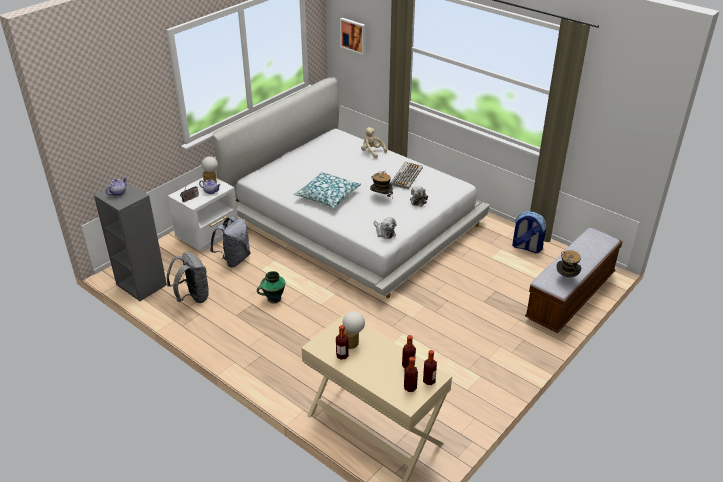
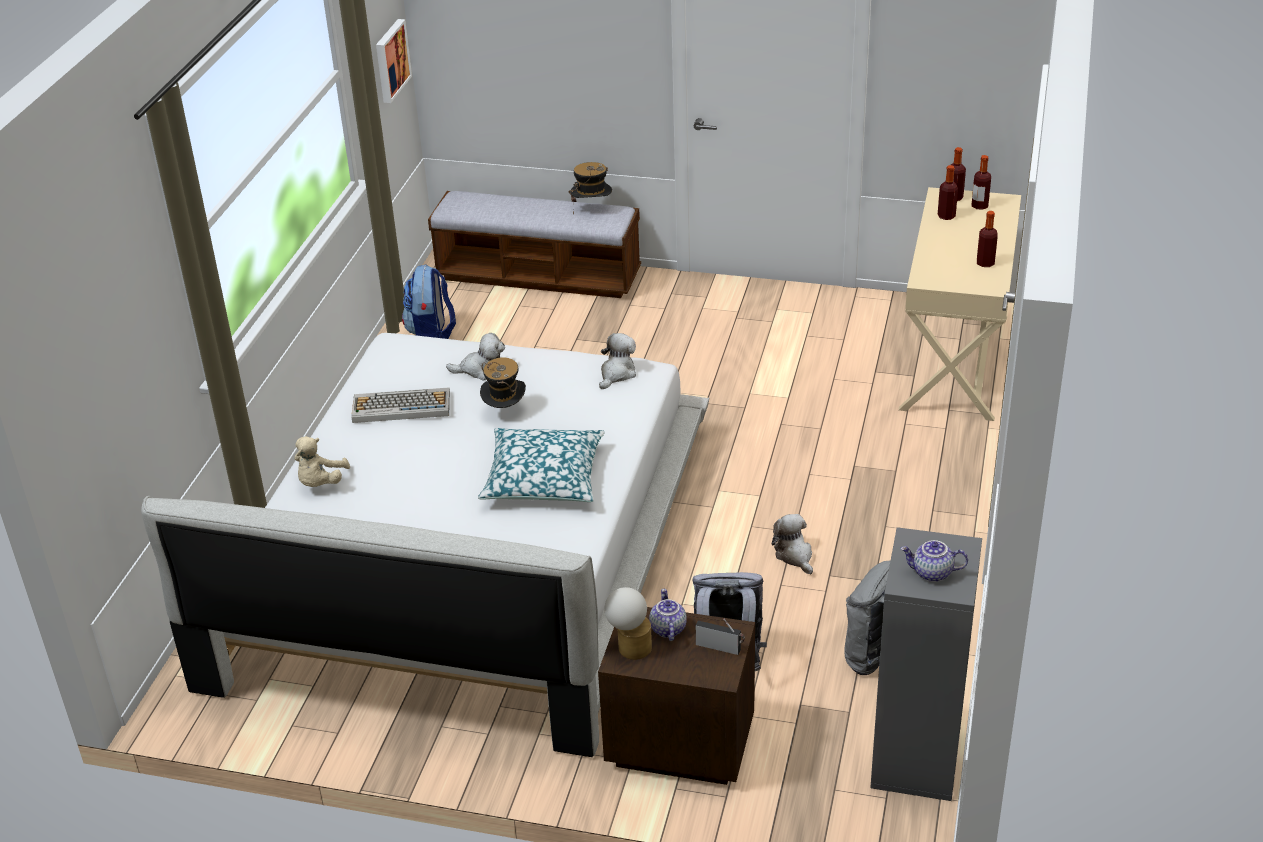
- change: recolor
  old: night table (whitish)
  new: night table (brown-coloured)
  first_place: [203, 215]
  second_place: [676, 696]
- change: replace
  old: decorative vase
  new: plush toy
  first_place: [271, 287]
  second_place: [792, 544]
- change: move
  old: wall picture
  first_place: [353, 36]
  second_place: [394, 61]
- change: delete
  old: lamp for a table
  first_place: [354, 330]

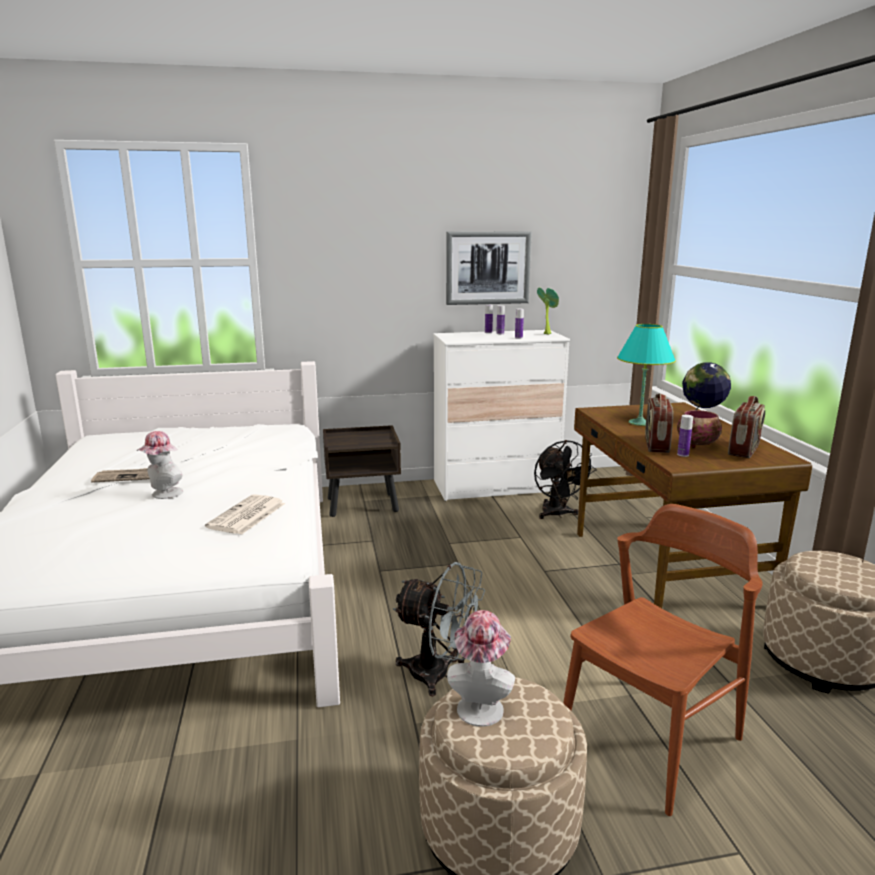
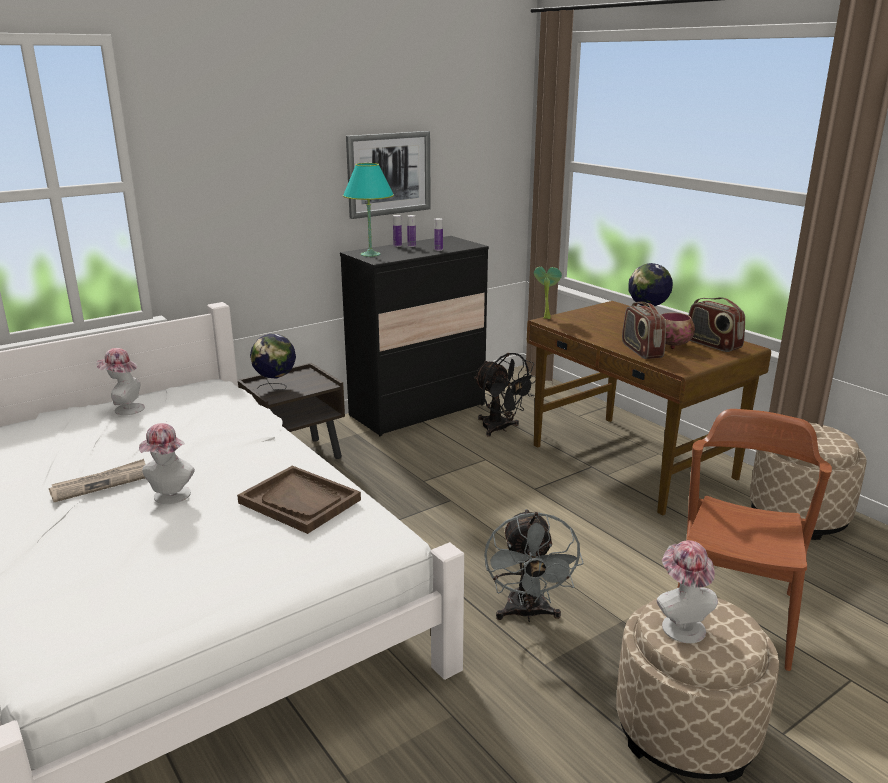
- change: replace
  old: daily paper
  new: serving tray (brown-coloured)
  first_place: [245, 514]
  second_place: [299, 500]
- change: rotate
  old: fan (greyish)
  first_place: [439, 629]
  second_place: [533, 565]
  degrees: 90
- change: recolor
  old: chest of drawers (whitish)
  new: chest of drawers (black)
  first_place: [501, 415]
  second_place: [414, 336]
- change: move
  old: houseplant
  first_place: [548, 311]
  second_place: [548, 293]
- change: move
  old: lamp for a table (blue-green)
  first_place: [646, 375]
  second_place: [368, 210]
- change: delete
  old: beverage bottle
  first_place: [685, 436]
- change: rotate
  old: radio receiver
  first_place: [746, 427]
  second_place: [717, 324]
  degrees: 135
- change: insert
  new: wearable hat
  second_place: [120, 381]
- change: insert
  new: globe
  second_place: [273, 362]

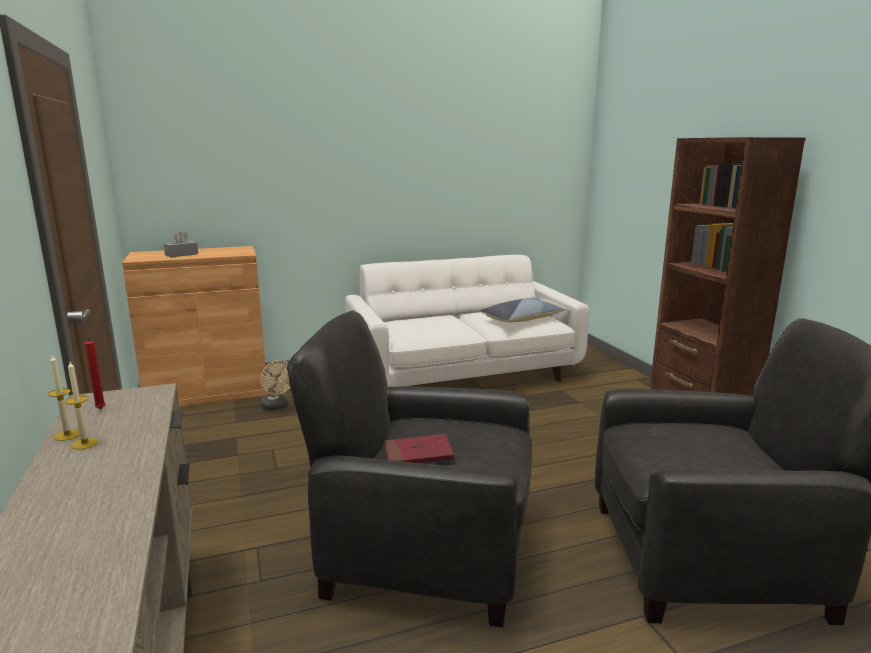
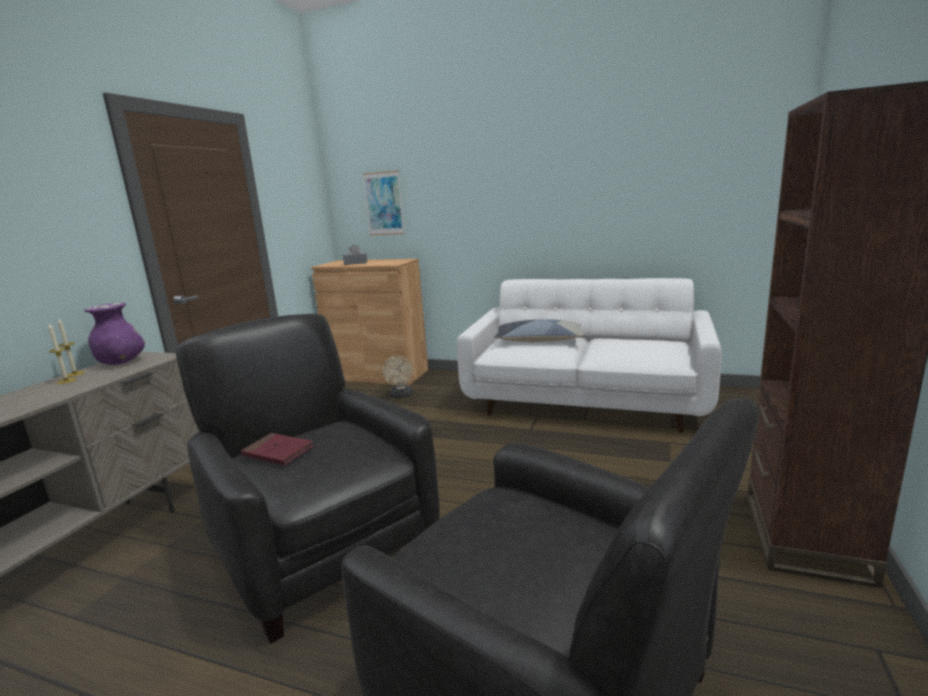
- change: replace
  old: wax light (red)
  new: decorative vase (purplish)
  first_place: [95, 373]
  second_place: [115, 334]
- change: move
  old: throw pillow
  first_place: [524, 310]
  second_place: [539, 331]
- change: insert
  new: wall picture
  second_place: [384, 203]

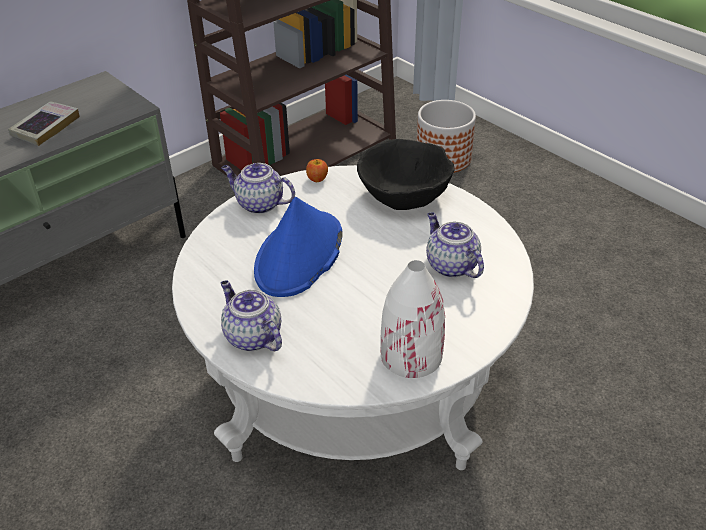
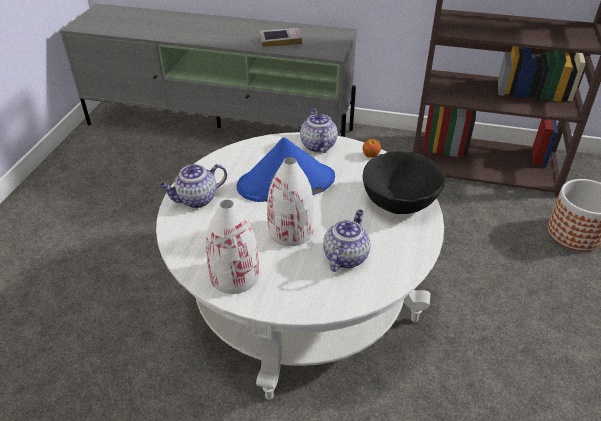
- change: rotate
  old: teapot
  first_place: [251, 316]
  second_place: [193, 186]
  degrees: -135
- change: insert
  new: decorative vase (whitish)
  second_place: [290, 201]

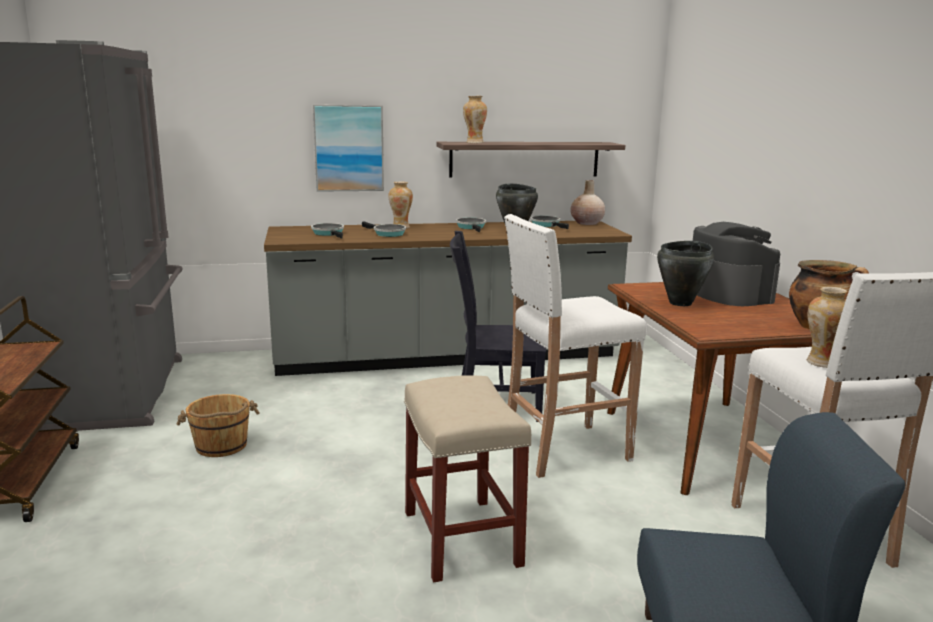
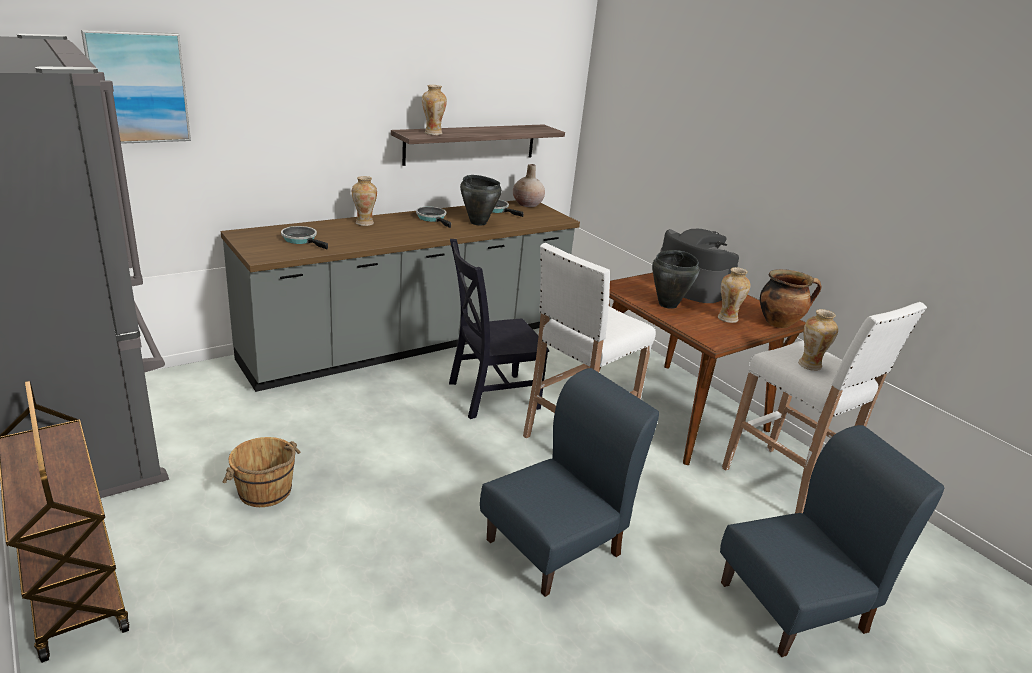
- change: move
  old: wall picture
  first_place: [348, 148]
  second_place: [136, 87]
- change: delete
  old: skillet
  first_place: [384, 229]
- change: replace
  old: stool seat (sand-coloured)
  new: upright chair (blue)
  first_place: [467, 479]
  second_place: [569, 482]
- change: insert
  new: decorative vase
  second_place: [734, 295]

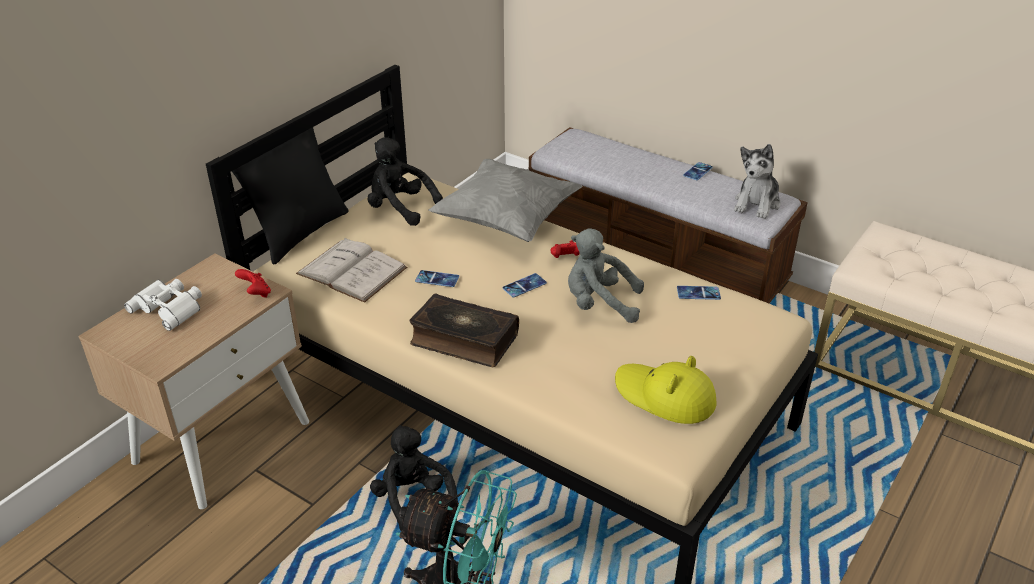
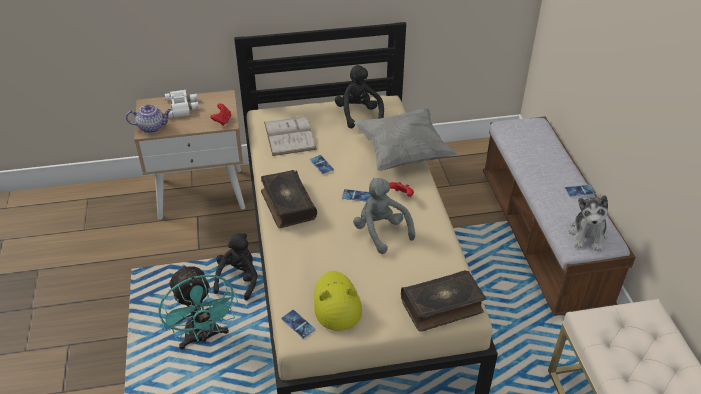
- change: delete
  old: throw pillow (black)
  first_place: [290, 196]
- change: move
  old: phone
  first_place: [699, 293]
  second_place: [298, 324]
- change: rotate
  old: plush toy
  first_place: [757, 181]
  second_place: [588, 223]
  degrees: -60
- change: insert
  new: teapot
  second_place: [148, 119]
- change: insert
  new: bound book
  second_place: [443, 301]

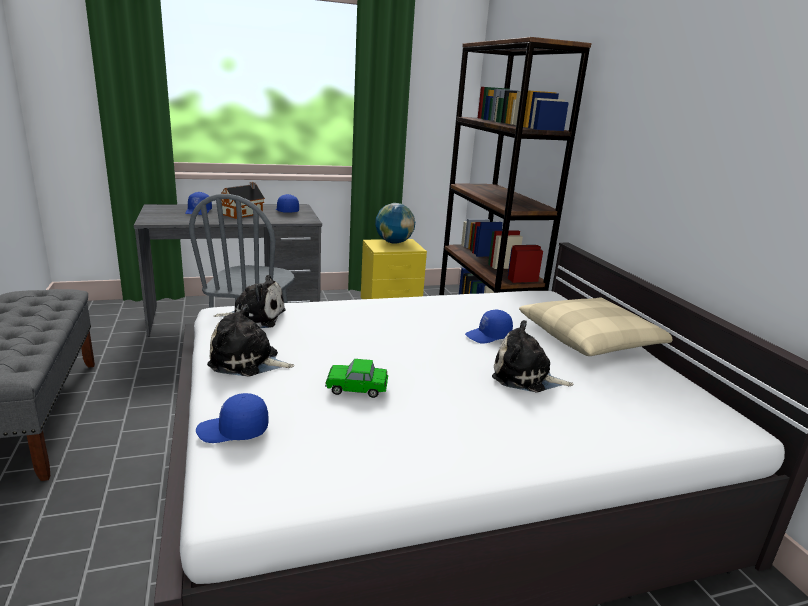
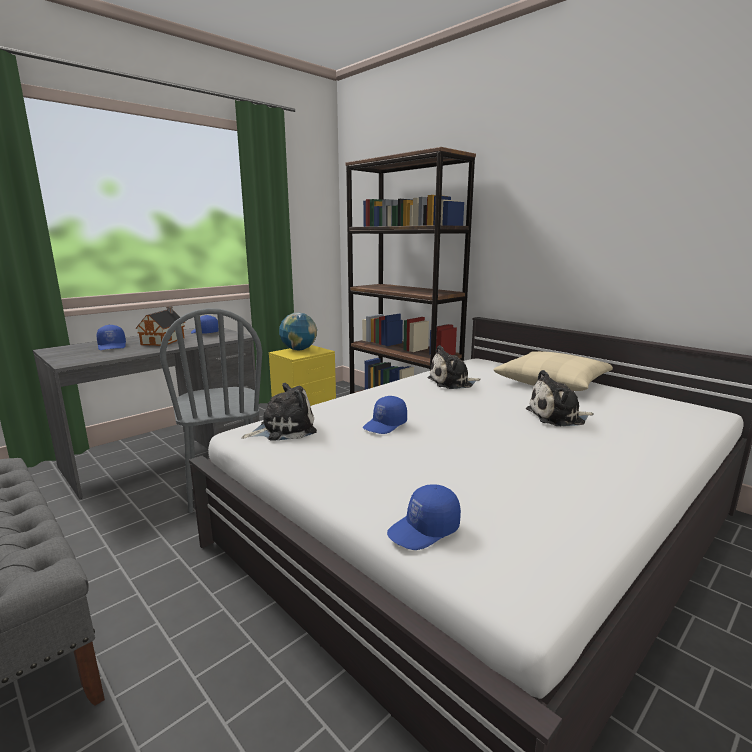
- change: move
  old: plush toy
  first_place: [250, 340]
  second_place: [454, 367]
- change: delete
  old: model car
  first_place: [356, 378]
- change: move
  old: baseball cap (blue)
  first_place: [489, 326]
  second_place: [385, 415]

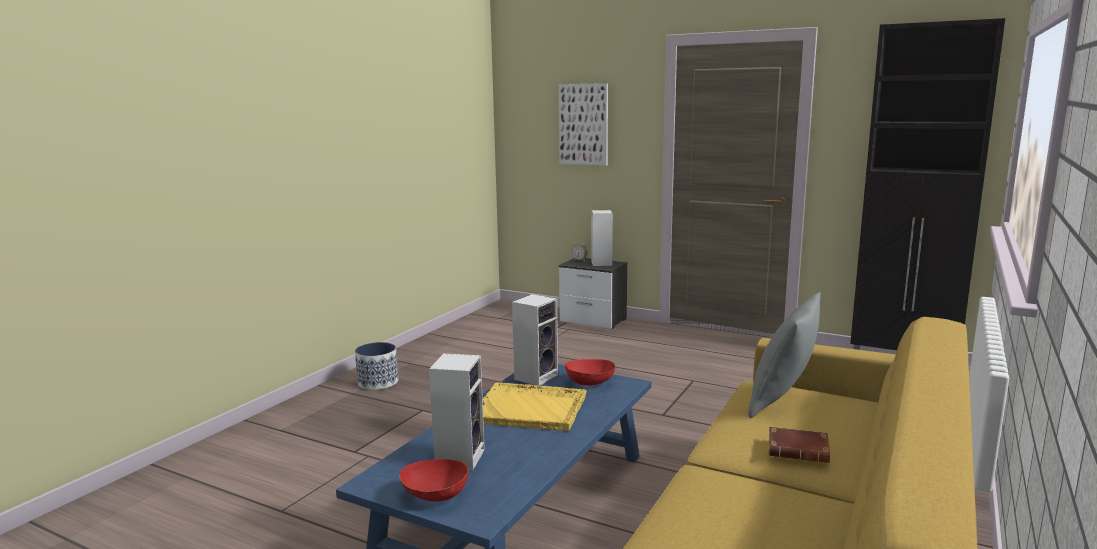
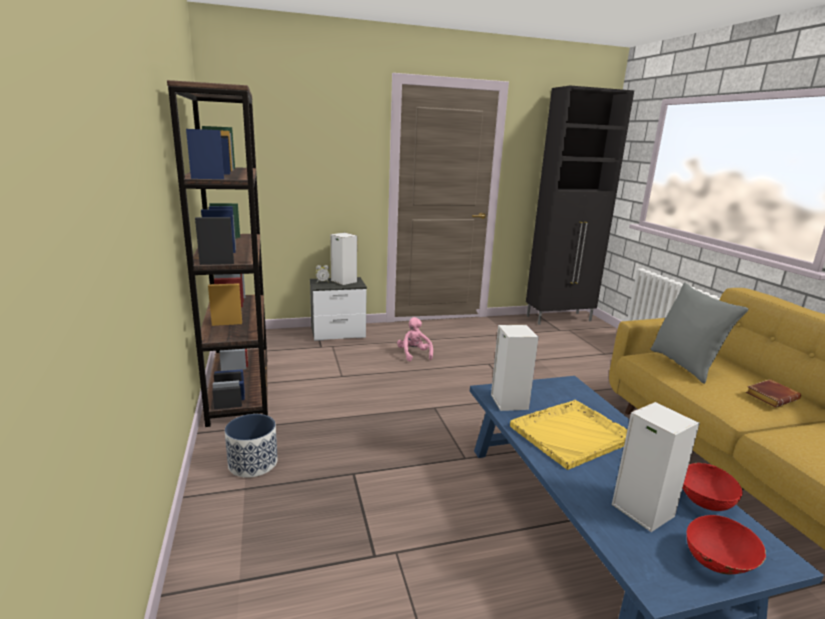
- change: delete
  old: wall picture
  first_place: [583, 124]
- change: move
  old: serving bowl (red)
  first_place: [590, 372]
  second_place: [713, 487]
- change: insert
  new: bookshelf (brown-coloured)
  second_place: [217, 253]
- change: insert
  new: plush toy (pink)
  second_place: [415, 339]

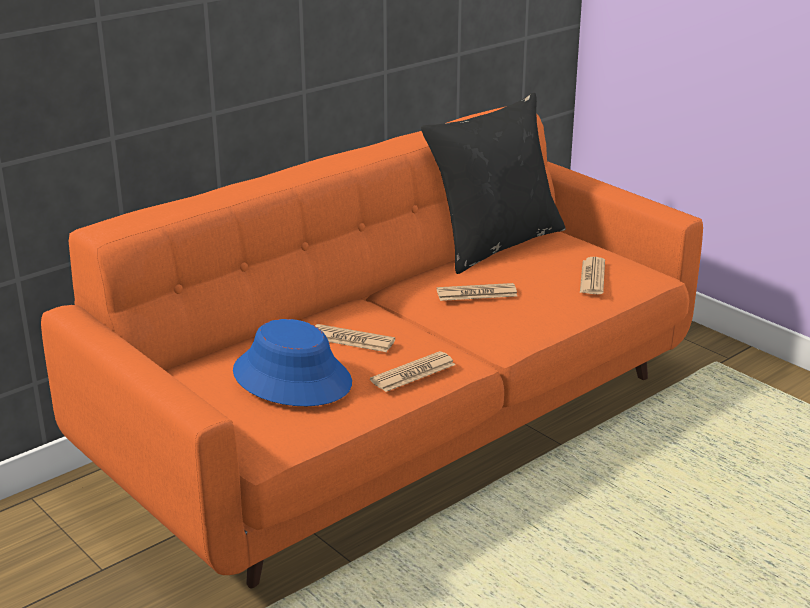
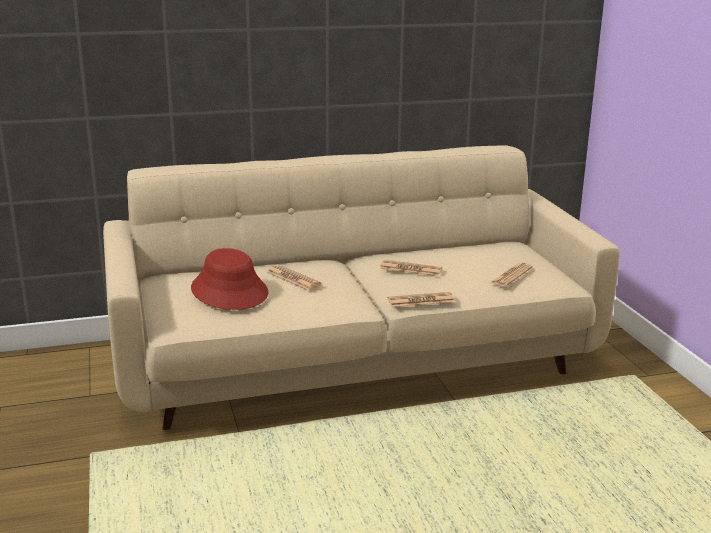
- change: recolor
  old: settee (orange-coloured)
  new: settee (sand-coloured)
  first_place: [372, 347]
  second_place: [361, 288]
- change: recolor
  old: wearable hat (blue)
  new: wearable hat (red)
  first_place: [292, 362]
  second_place: [229, 279]
- change: move
  old: daily paper
  first_place: [412, 371]
  second_place: [421, 299]
- change: delete
  old: throw pillow (black)
  first_place: [493, 183]

